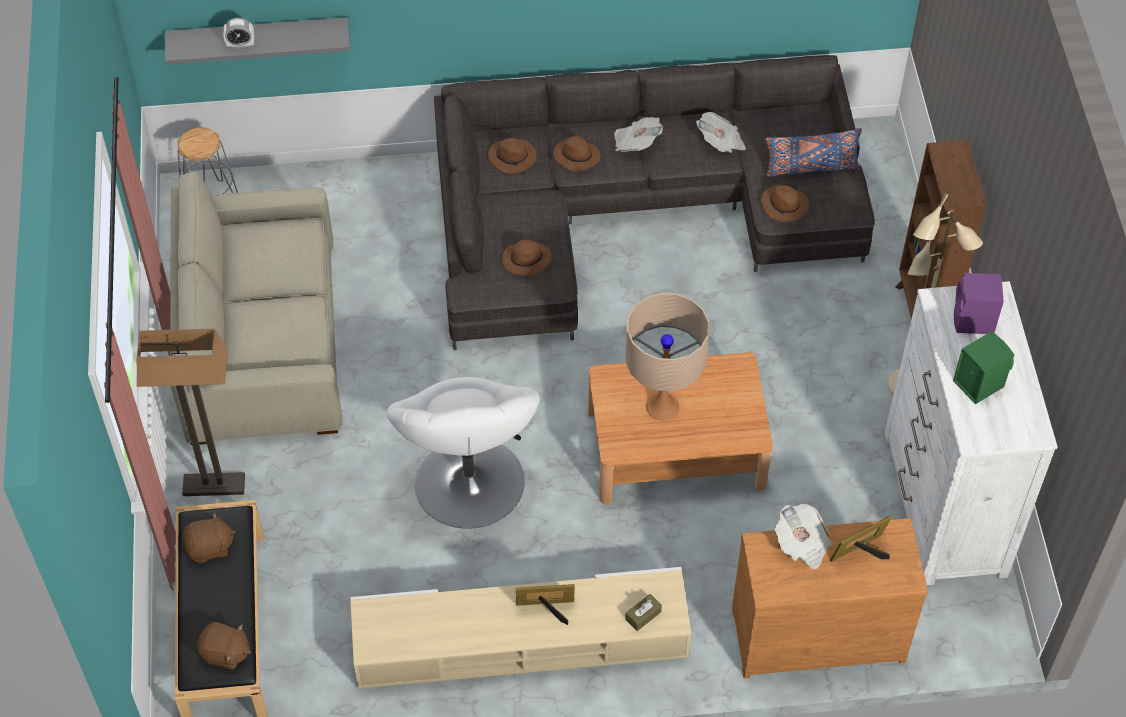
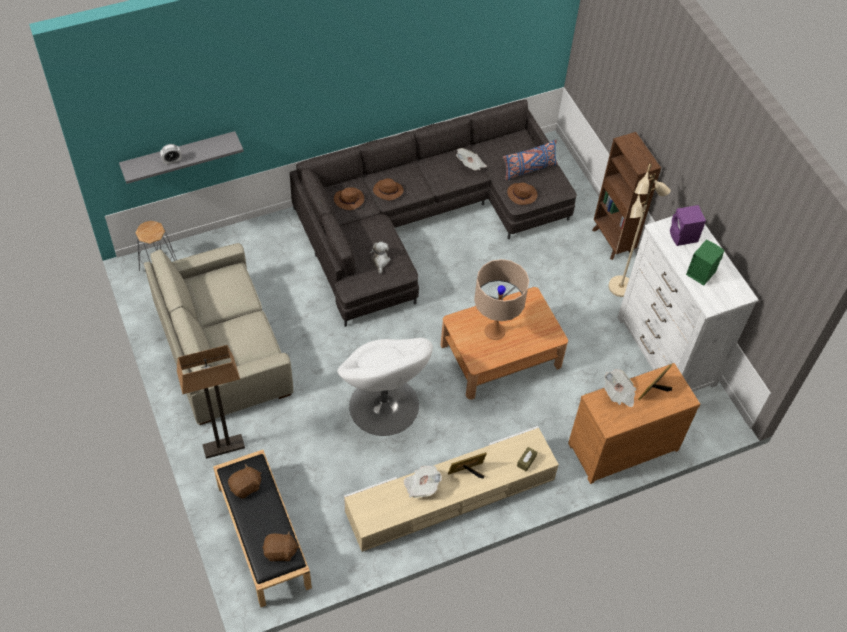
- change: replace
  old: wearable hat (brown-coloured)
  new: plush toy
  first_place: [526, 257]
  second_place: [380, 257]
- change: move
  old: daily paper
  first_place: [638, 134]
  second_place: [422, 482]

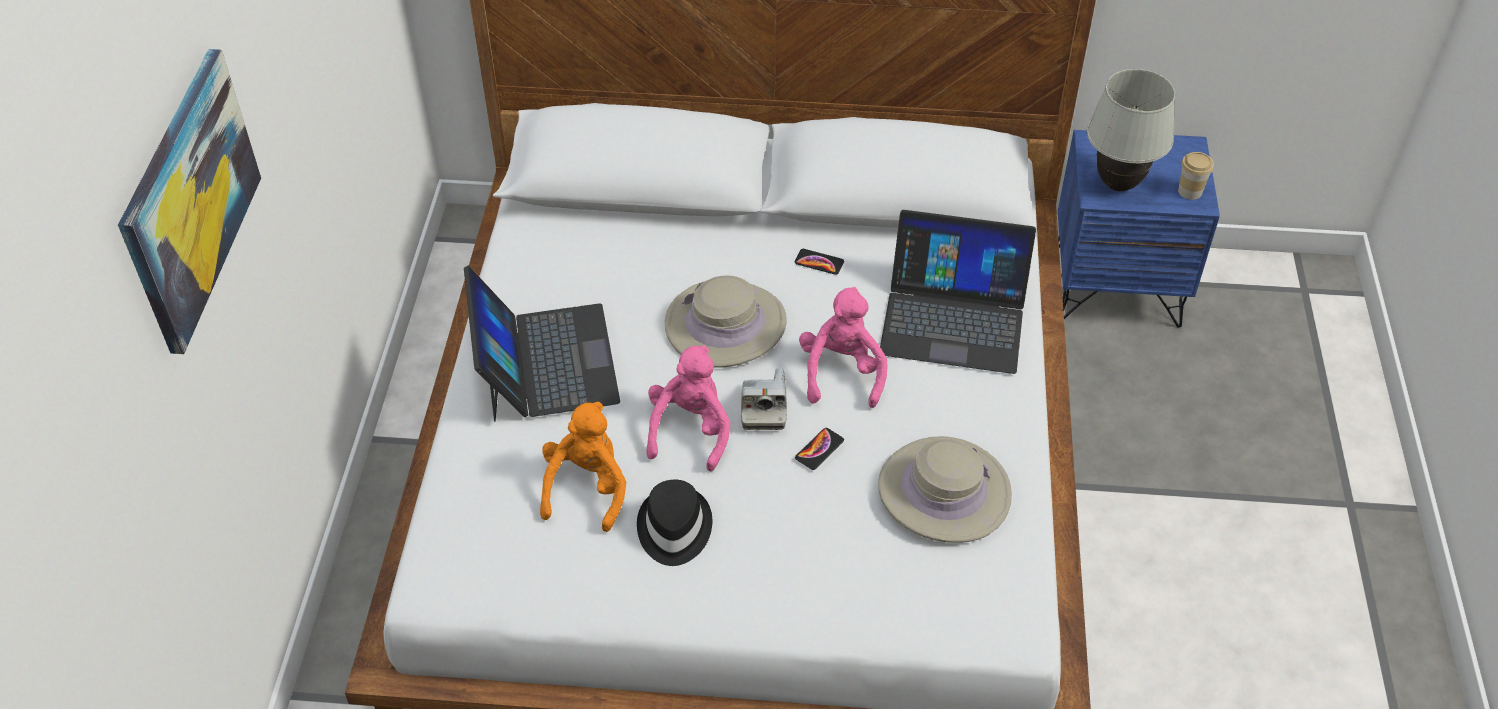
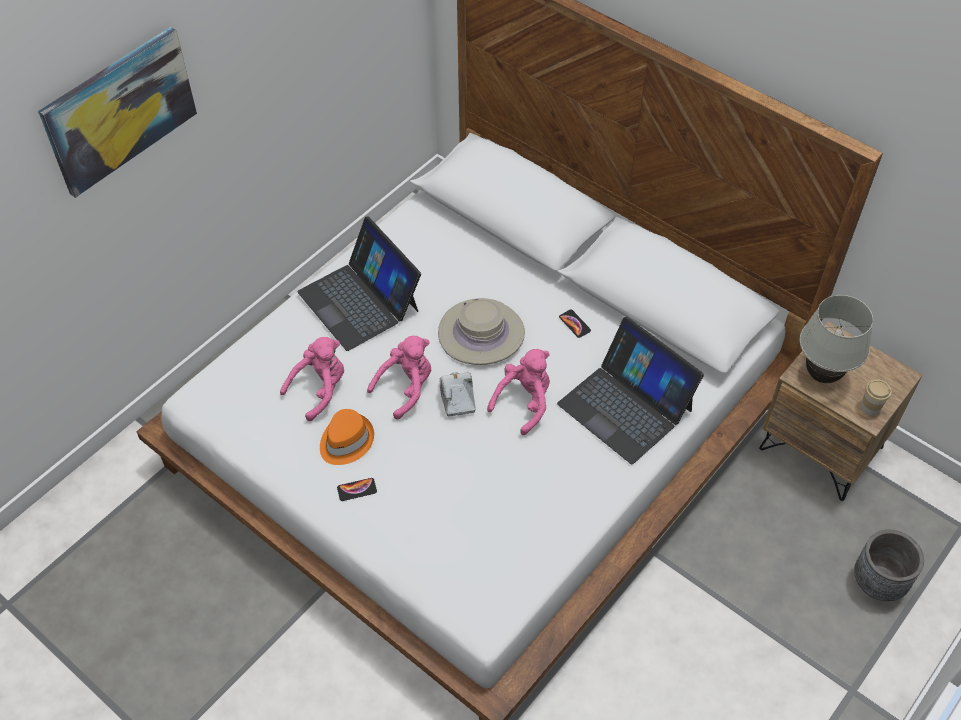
- change: rotate
  old: portable computer
  first_place: [542, 343]
  second_place: [359, 284]
  degrees: 120
- change: recolor
  old: plush toy (orange-coloured)
  new: plush toy (pink)
  first_place: [583, 466]
  second_place: [312, 379]
- change: recolor
  old: wearable hat (black)
  new: wearable hat (orange-coloured)
  first_place: [674, 523]
  second_place: [347, 437]
- change: rotate
  old: still camera
  first_place: [764, 399]
  second_place: [457, 394]
  degrees: 135
- change: move
  old: phone
  first_place: [819, 449]
  second_place: [357, 489]
- change: delete
  old: wearable hat (sand-coloured)
  first_place: [945, 489]
- change: recolor
  old: night table (blue)
  new: night table (brown-coloured)
  first_place: [1139, 228]
  second_place: [841, 411]
- change: insert
  new: plant pot (greyish)
  second_place: [889, 565]

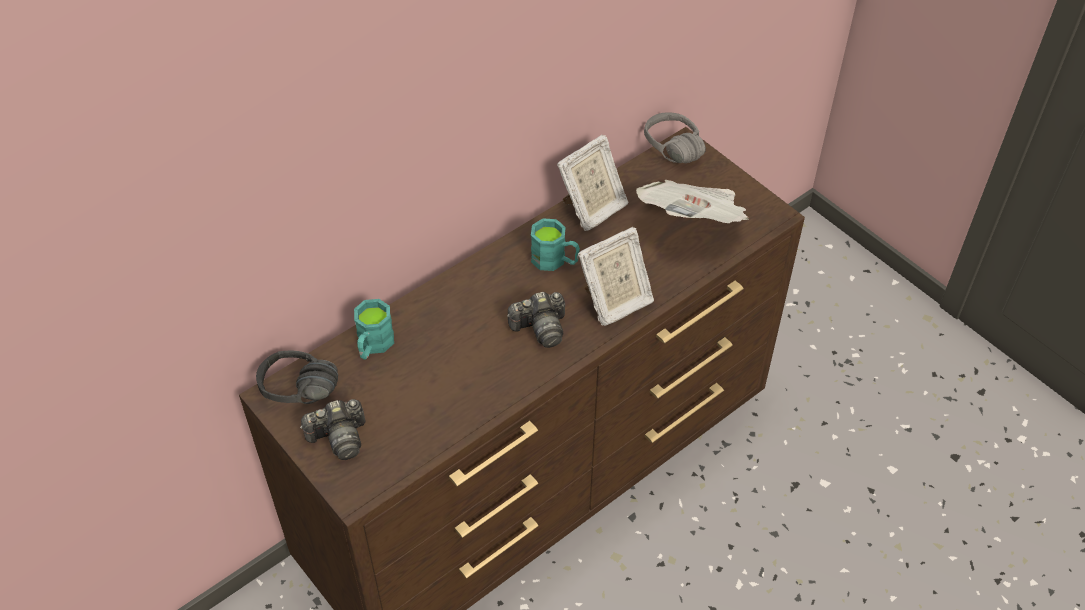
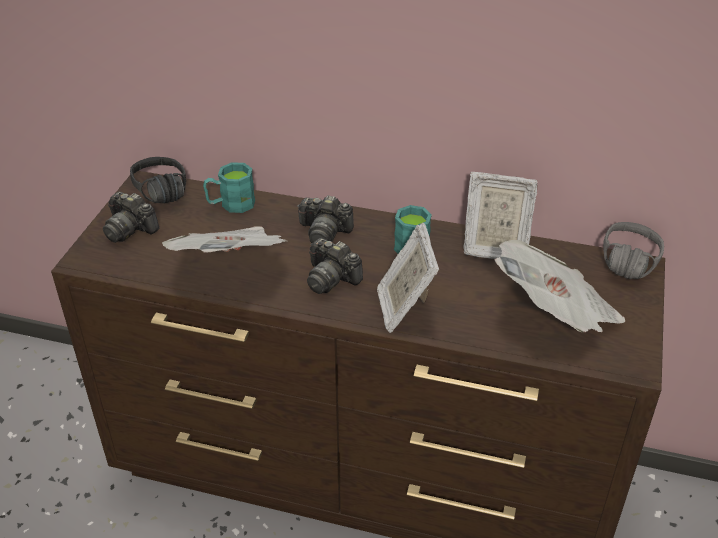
- change: rotate
  old: standing frame
  first_place: [616, 276]
  second_place: [408, 278]
  degrees: 60
- change: insert
  new: daily paper
  second_place: [225, 239]
- change: insert
  new: still camera
  second_place: [325, 219]

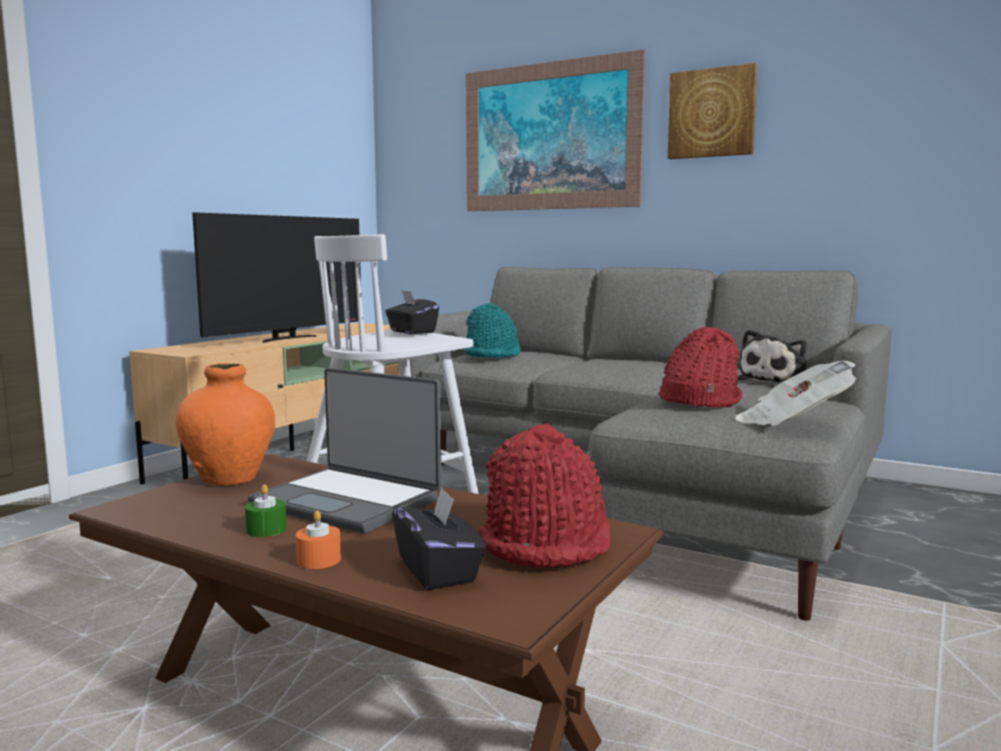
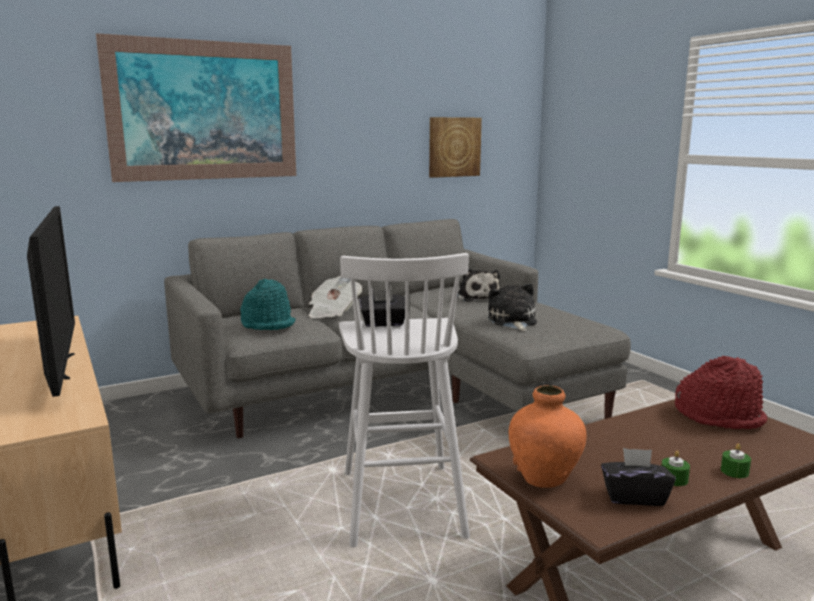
- change: delete
  old: portable computer
  first_place: [345, 451]
- change: recolor
  old: wax light (orange-coloured)
  new: wax light (green)
  first_place: [318, 539]
  second_place: [736, 460]
- change: move
  old: tissue box (black)
  first_place: [439, 539]
  second_place: [638, 477]
- change: replace
  old: wearable hat (red)
  new: plush toy
  first_place: [700, 367]
  second_place: [512, 307]
- change: move
  old: wall picture
  first_place: [713, 111]
  second_place: [455, 147]
- change: move
  old: daily paper
  first_place: [796, 393]
  second_place: [335, 297]

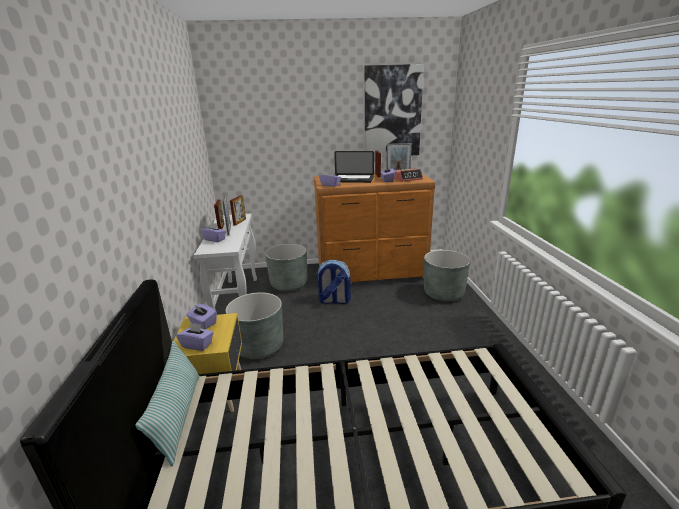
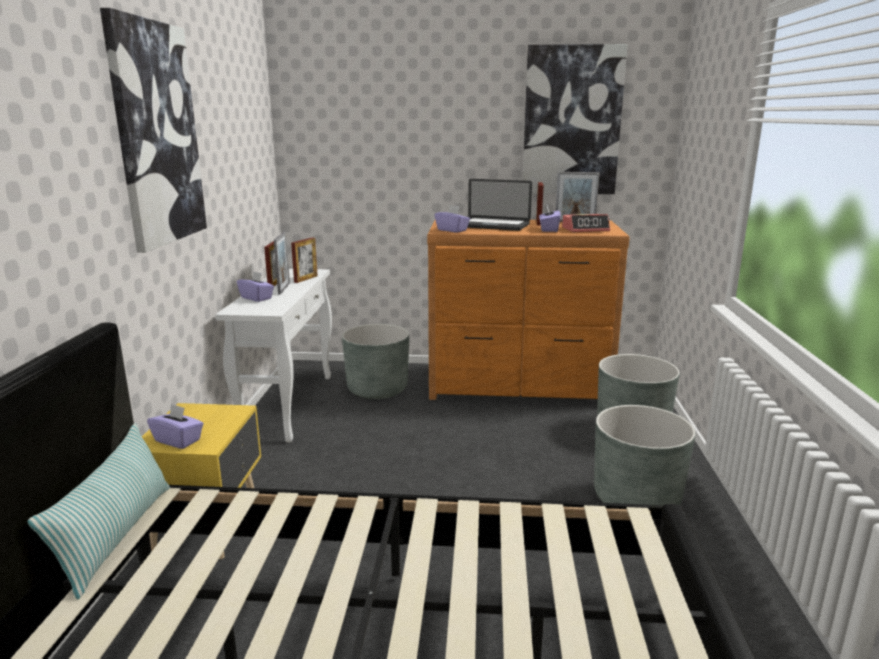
- change: delete
  old: tissue box (purplish)
  first_place: [201, 316]
- change: move
  old: plant pot (greyish)
  first_place: [254, 325]
  second_place: [644, 455]
- change: delete
  old: backpack
  first_place: [334, 282]
- change: insert
  new: wall picture
  second_place: [153, 130]

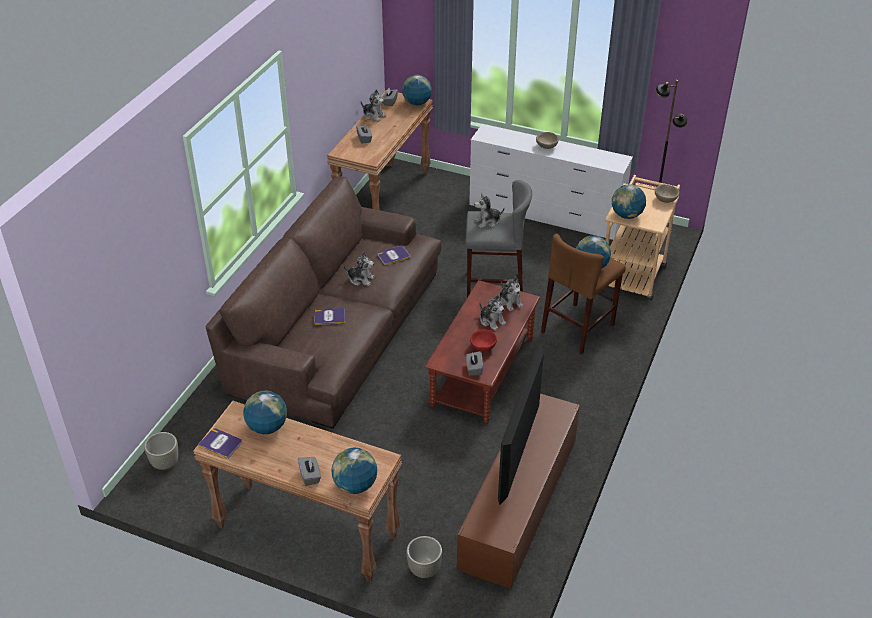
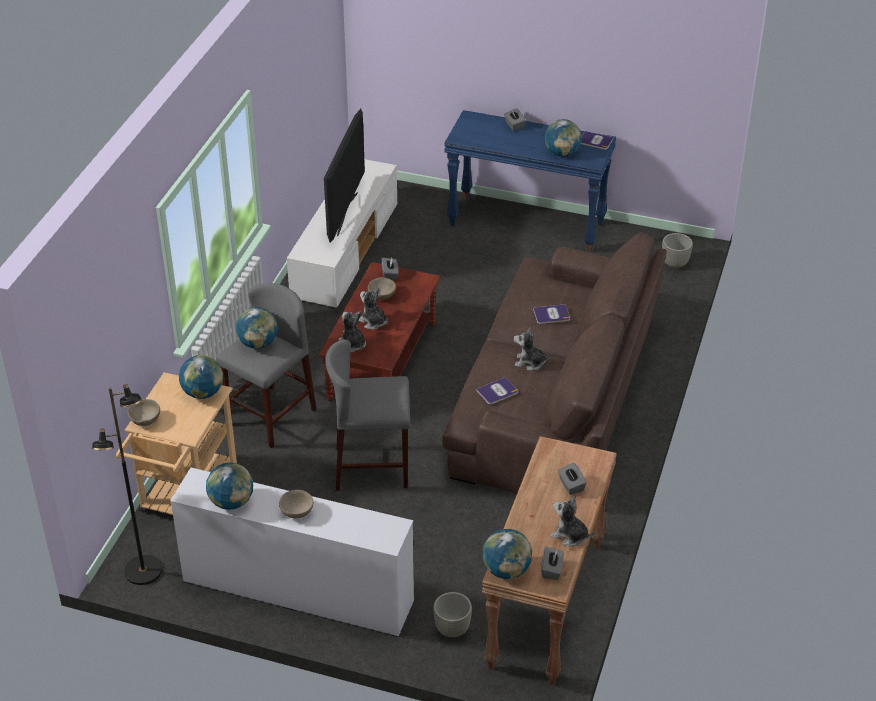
- change: recolor
  old: console table (brown-coloured)
  new: console table (blue)
  first_place: [297, 491]
  second_place: [530, 181]
- change: move
  old: globe
  first_place: [354, 470]
  second_place: [229, 486]
- change: move
  old: plant pot (greyish)
  first_place: [424, 557]
  second_place: [452, 614]
- change: recolor
  old: media console (brown-coloured)
  new: media console (whitish)
  first_place: [518, 491]
  second_place: [342, 234]
- change: recolor
  old: serving bowl (red)
  new: serving bowl (sand-coloured)
  first_place: [483, 340]
  second_place: [382, 288]
- change: delete
  old: plush toy
  first_place: [489, 210]
- change: recolor
  old: stool seat (brown-coloured)
  new: stool seat (greyish)
  first_place: [583, 294]
  second_place: [266, 365]

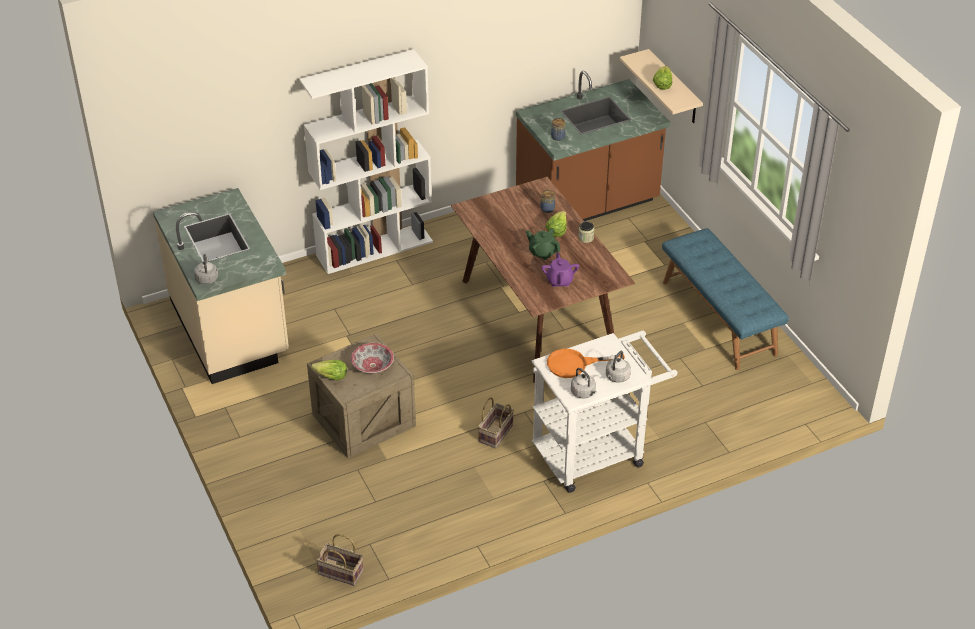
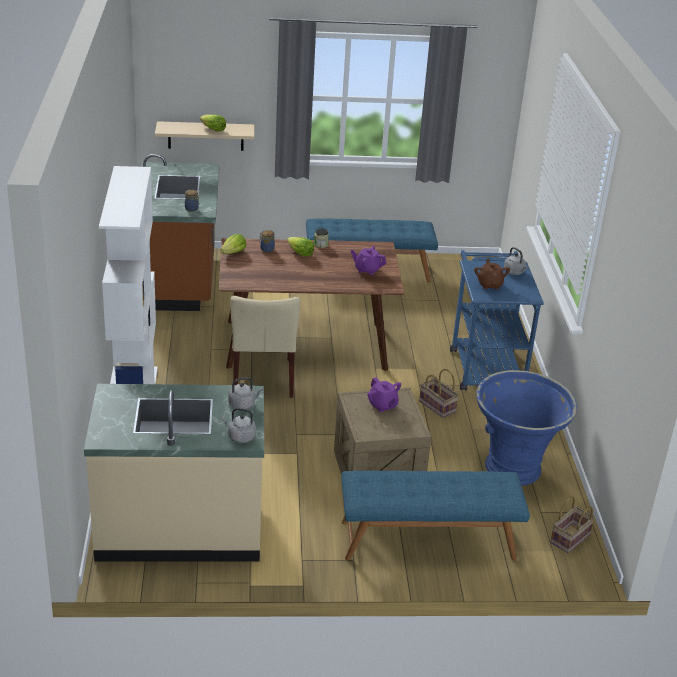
- change: move
  old: lettuce
  first_place: [329, 370]
  second_place: [233, 244]
- change: replace
  old: serving bowl
  new: teapot (purplish)
  first_place: [372, 358]
  second_place: [384, 394]
- change: delete
  old: teapot (green)
  first_place: [543, 244]
- change: recolor
  old: wheeled cart (whitish)
  new: wheeled cart (blue)
  first_place: [604, 412]
  second_place: [497, 320]
- change: replace
  old: skillet (orange-coloured)
  new: teapot (brown-coloured)
  first_place: [586, 363]
  second_place: [492, 274]
- change: move
  old: kettle (greyish)
  first_place: [584, 383]
  second_place: [245, 393]
- change: insert
  new: upright chair (sand-coloured)
  second_place: [265, 347]
- change: insert
  new: bench (blue)
  second_place: [435, 515]
- change: insert
  new: plant pot (blue)
  second_place: [526, 428]

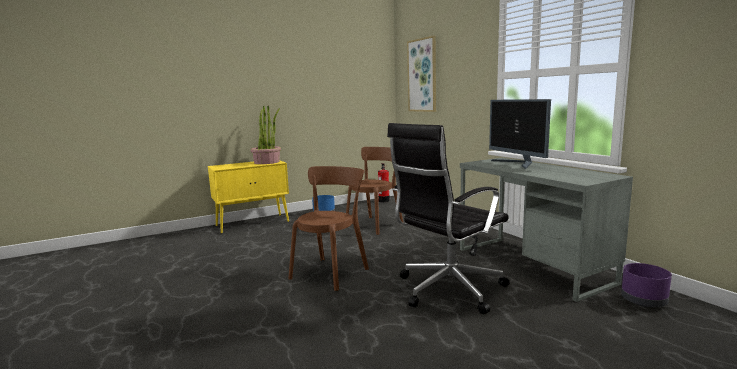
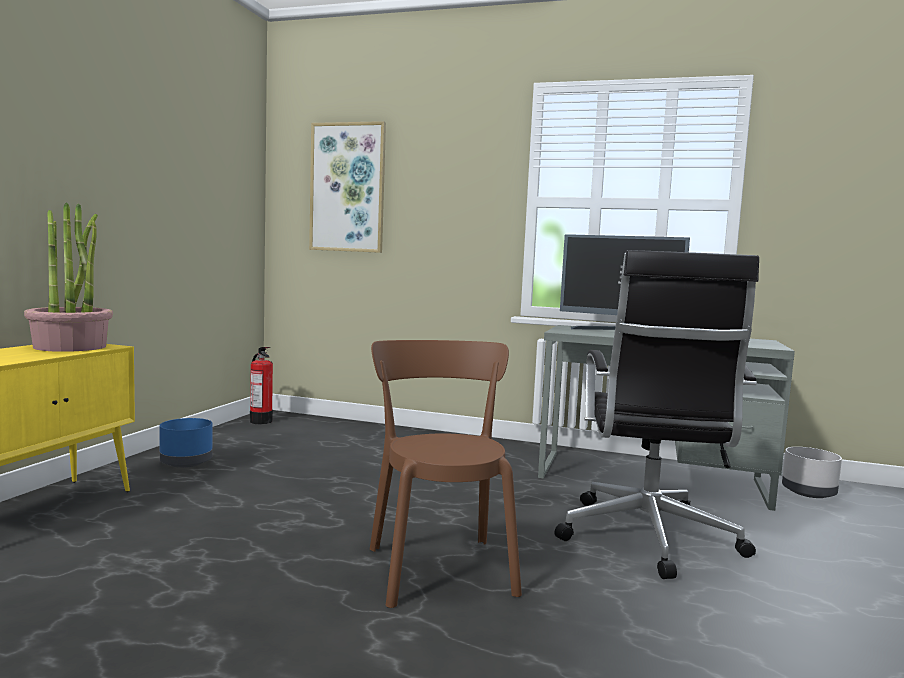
- change: delete
  old: upright chair (brown-coloured)
  first_place: [375, 191]
- change: recolor
  old: plant pot (purplish)
  new: plant pot (greyish)
  first_place: [646, 285]
  second_place: [812, 472]

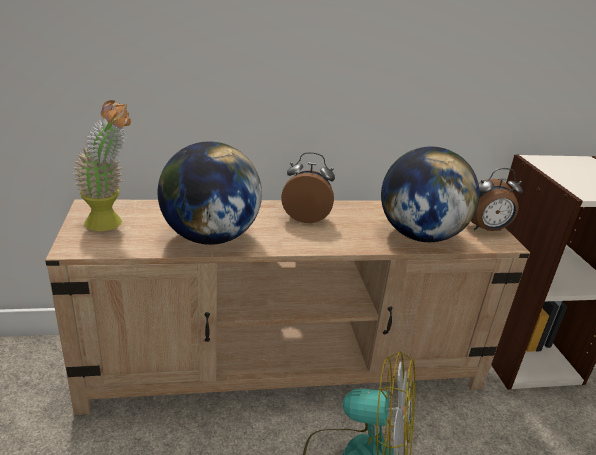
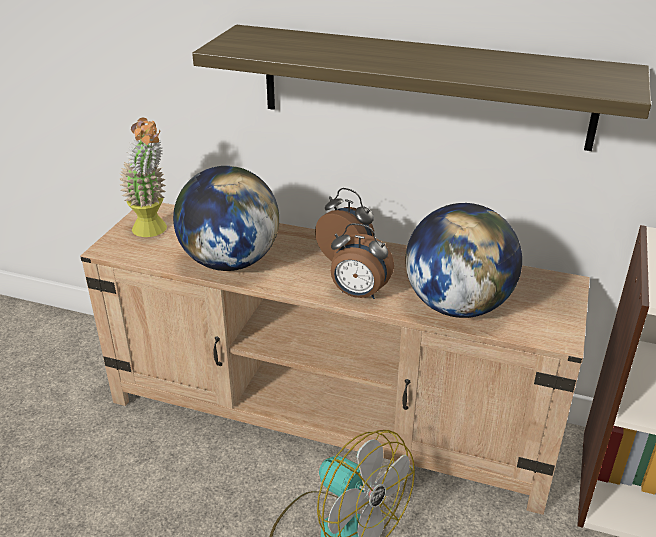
- change: move
  old: table clock
  first_place: [497, 199]
  second_place: [362, 261]
- change: insert
  new: bracket shelf
  second_place: [421, 88]

